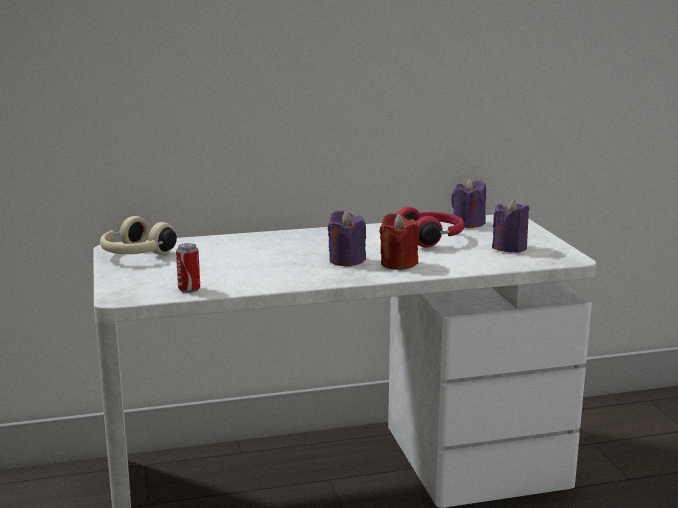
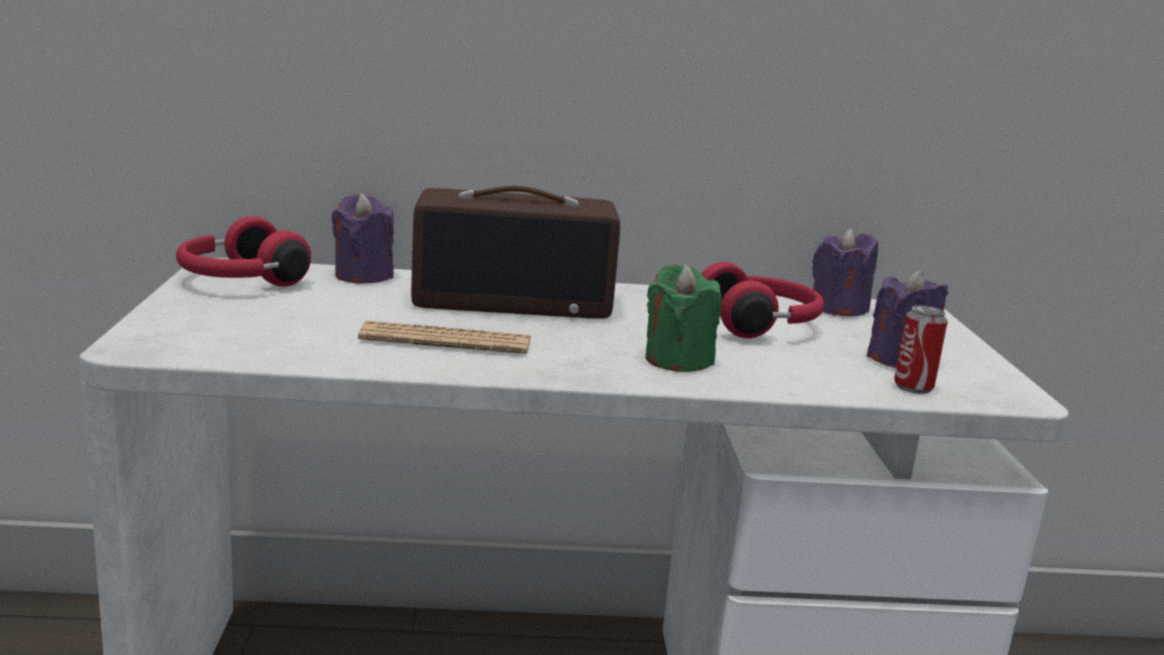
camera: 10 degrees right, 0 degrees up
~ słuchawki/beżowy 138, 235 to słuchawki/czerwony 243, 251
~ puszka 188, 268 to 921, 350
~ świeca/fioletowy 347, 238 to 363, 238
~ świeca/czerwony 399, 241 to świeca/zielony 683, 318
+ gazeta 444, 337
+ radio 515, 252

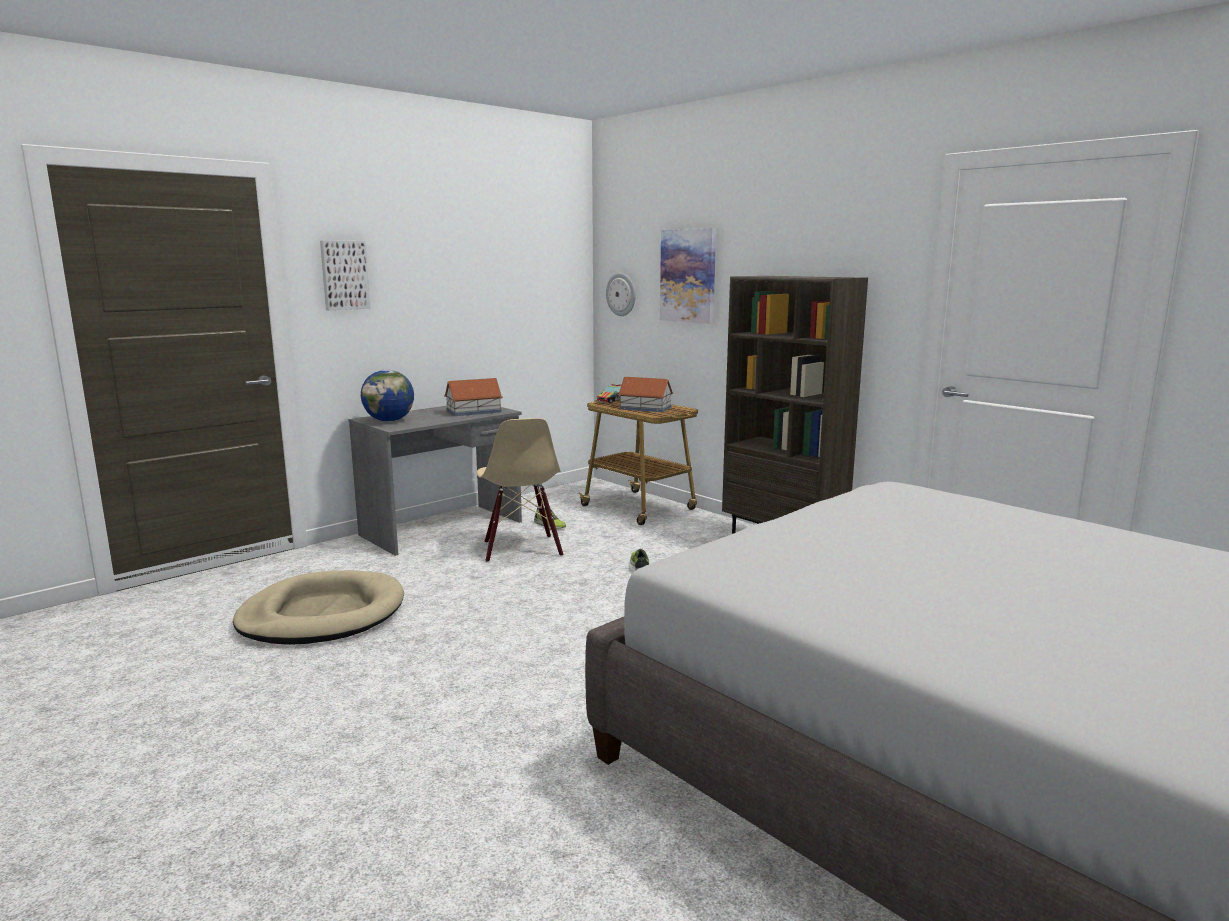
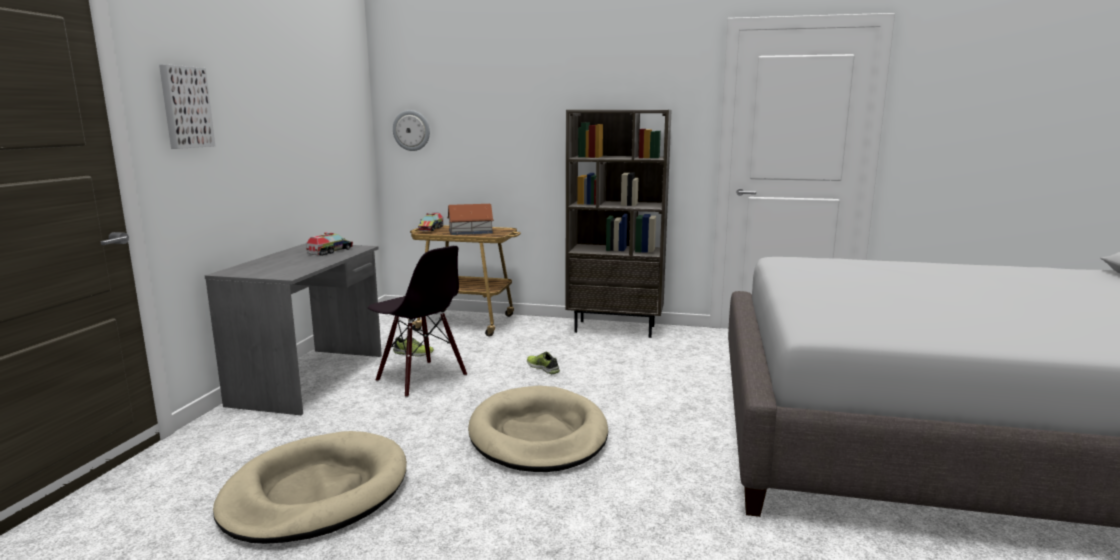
camera: 35 degrees left, 0 degrees up
- globus 387, 396
~ domek 473, 397 to ciężarówka zabawkowa 329, 244
~ krzesło/beżowy 520, 490 to krzesło/czarny 417, 321
- obraz 688, 276
+ legowisko/beżowy 538, 429

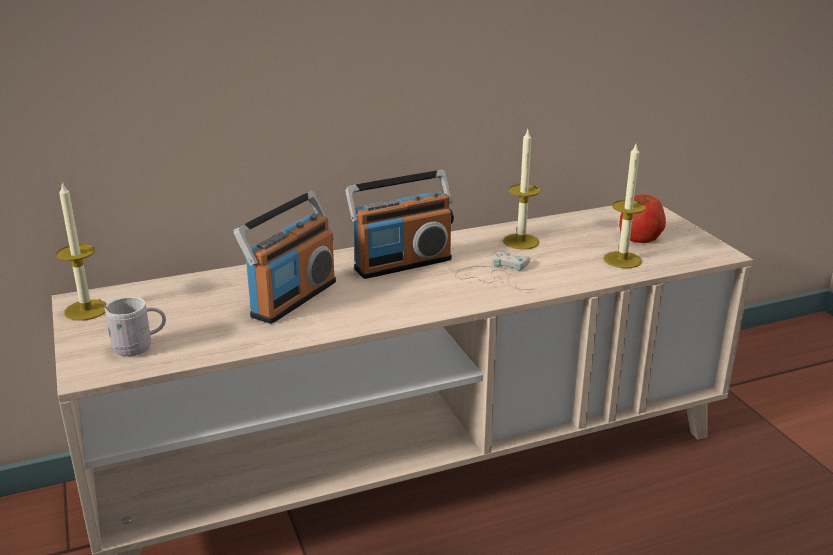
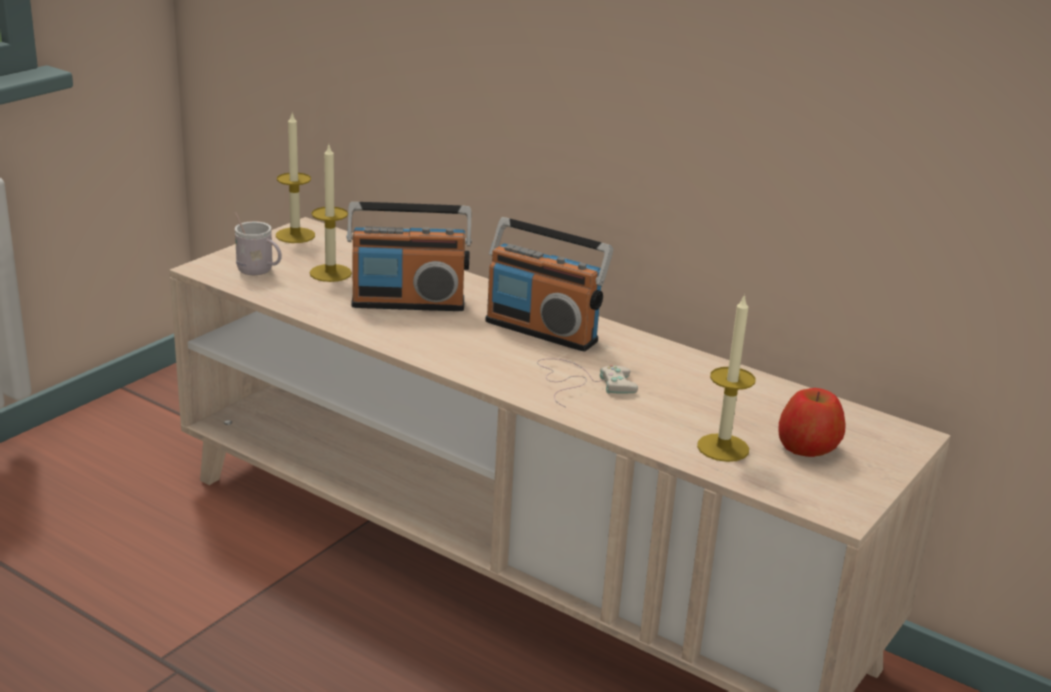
camera: 55 degrees right, 0 degrees up
~ świeca 521, 189 to 331, 213

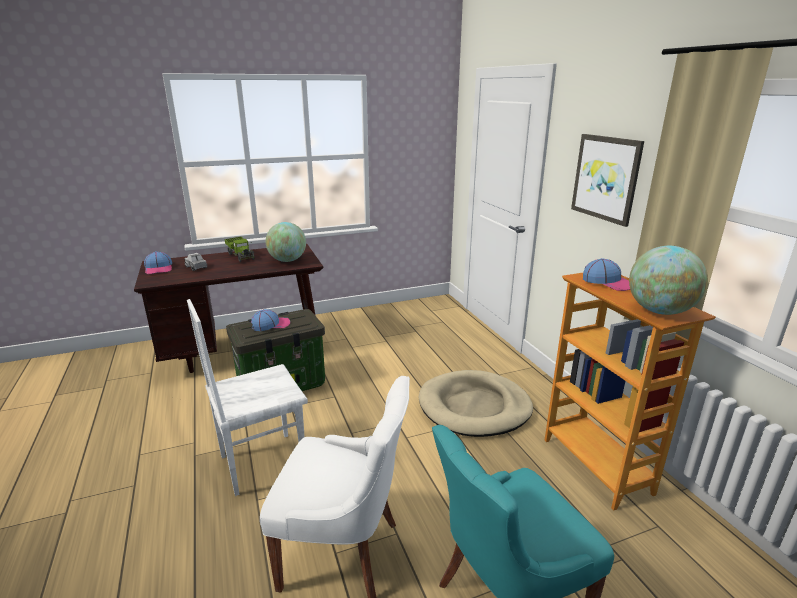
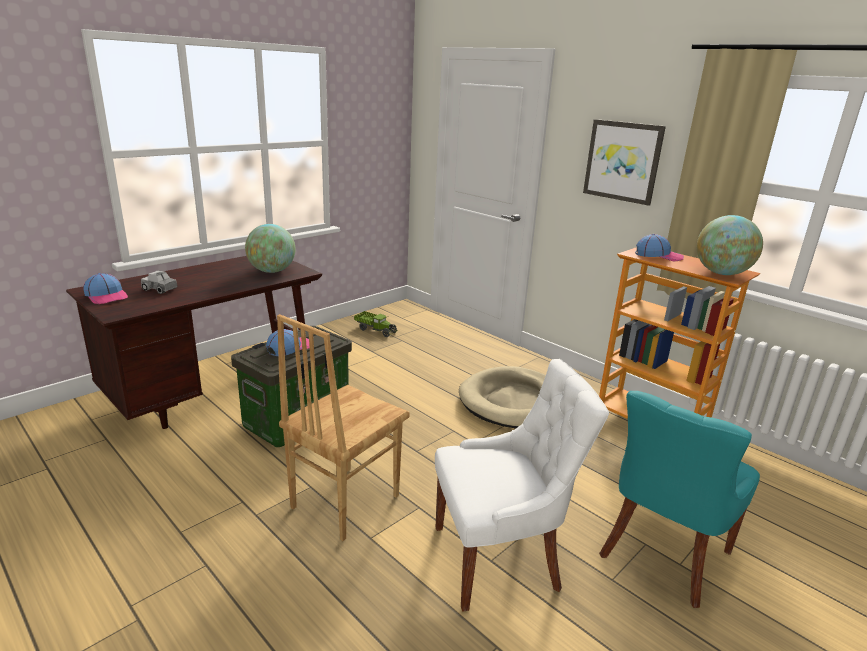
camera: 25 degrees left, 0 degrees up
~ krzesło/biały 247, 397 to krzesło/brązowy 343, 427
~ ciężarówka zabawkowa 240, 249 to 376, 324

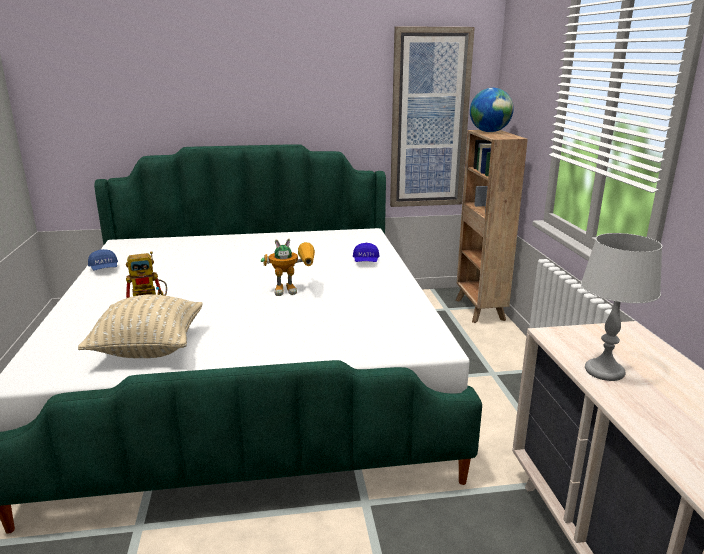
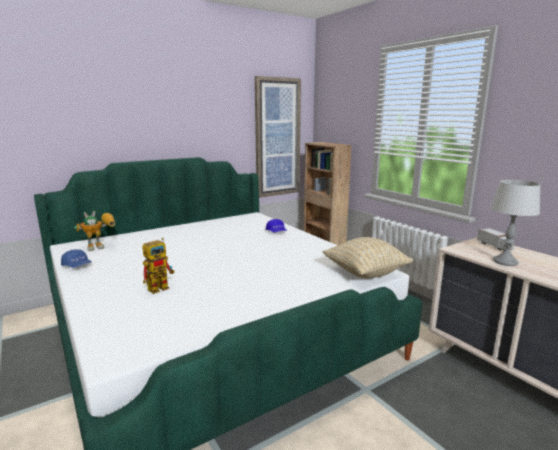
camera: 25 degrees left, 5 degrees down
~ poduszka/beżowy 140, 326 to 367, 257
~ robot zabawkowy 288, 267 to 94, 231
- globus 492, 110
+ ciężarówka zabawkowa 495, 239

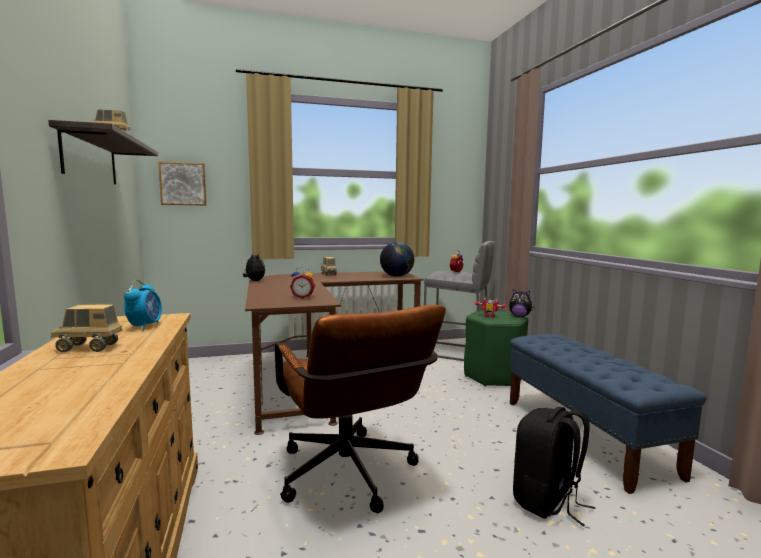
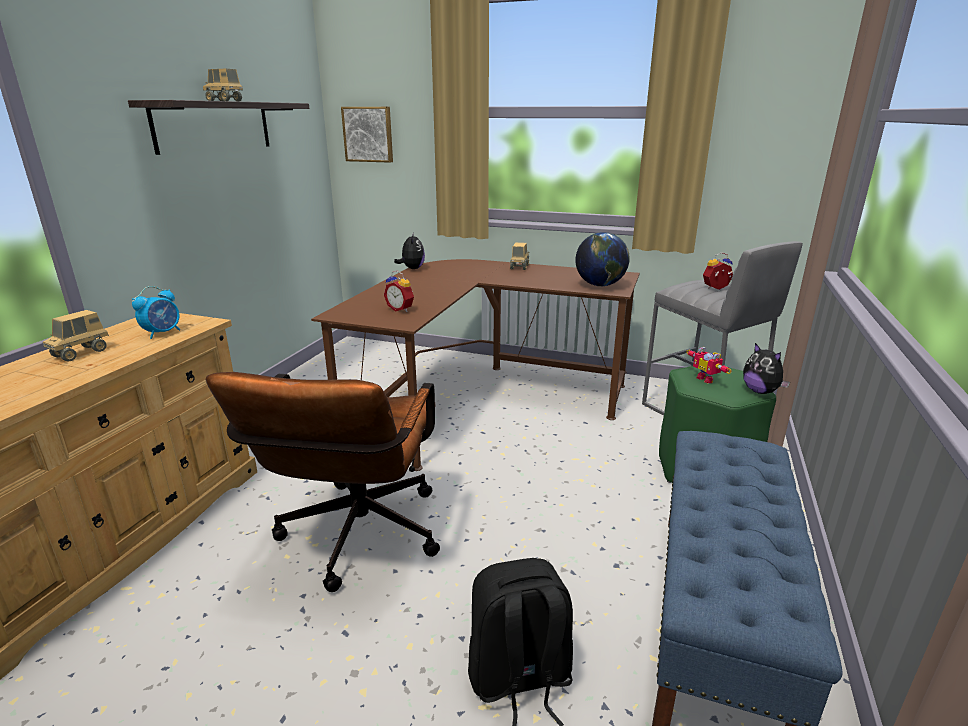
camera: 35 degrees right, 15 degrees up
~ ciężarówka zabawkowa 86, 328 = 76, 335 90 degrees counterclockwise

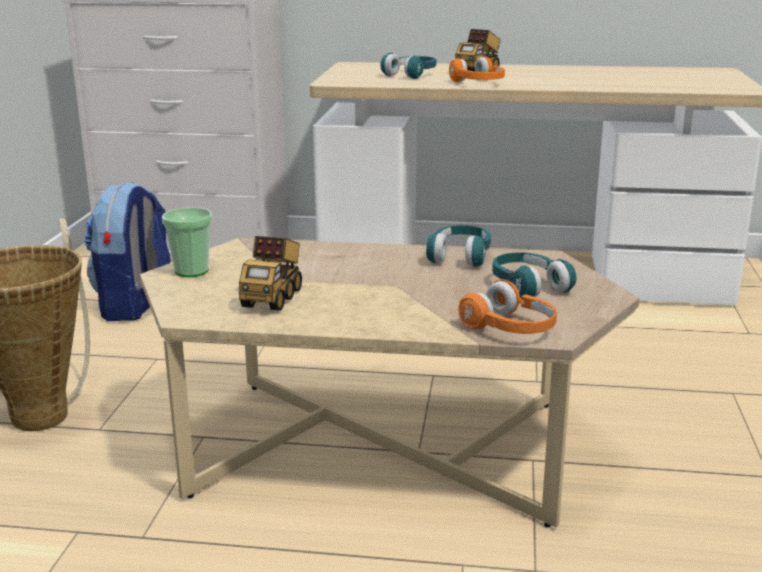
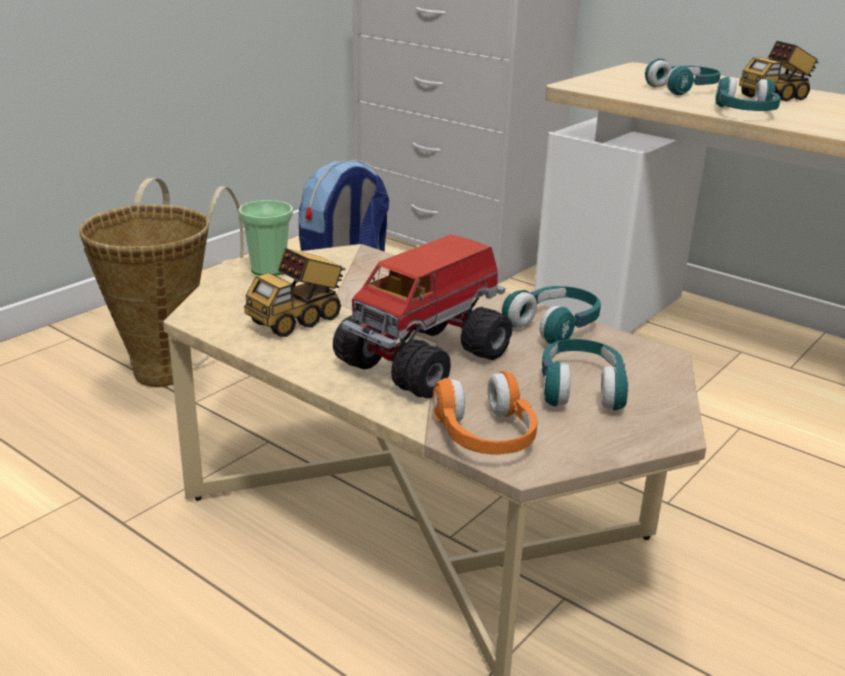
camera: 30 degrees right, 5 degrees up
~ słuchawki/pomarańczowy 477, 69 to słuchawki/turkusowy 748, 94
+ ciężarówka zabawkowa 422, 316

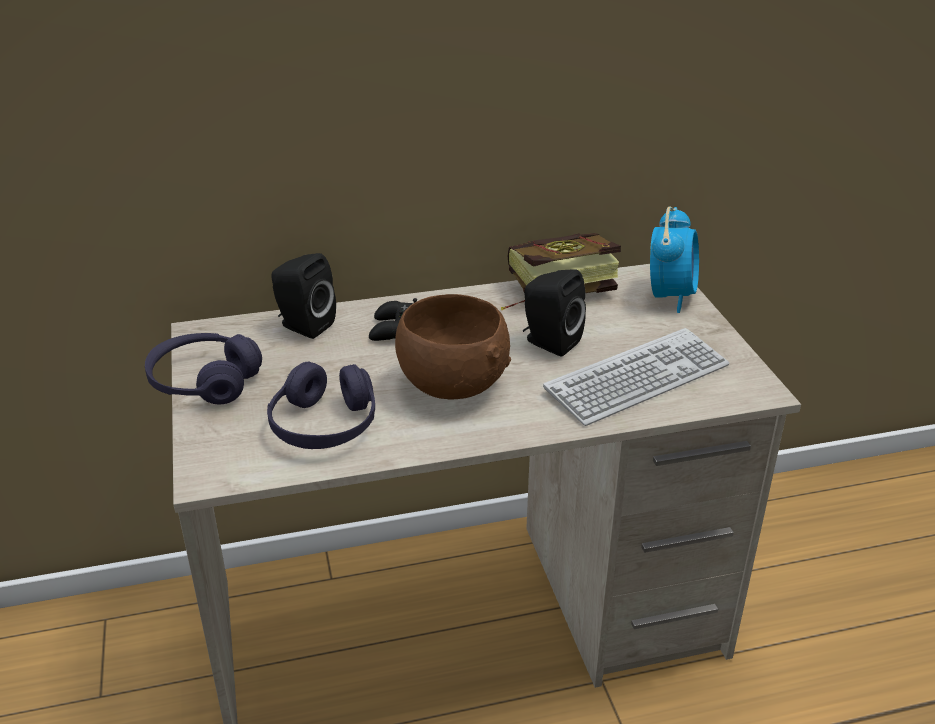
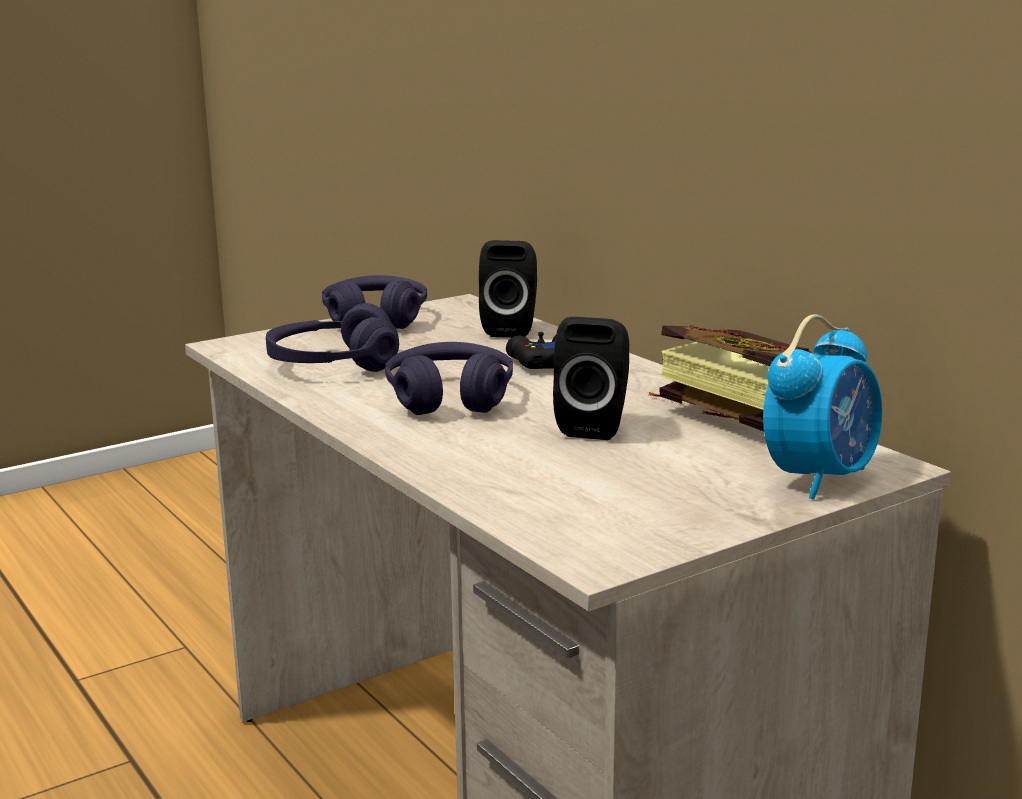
camera: 70 degrees right, 15 degrees down
~ miska/brązowy 453, 346 to słuchawki/fioletowy 449, 378
- klawiatura 636, 377
~ budzik 674, 260 = 822, 406 45 degrees counterclockwise

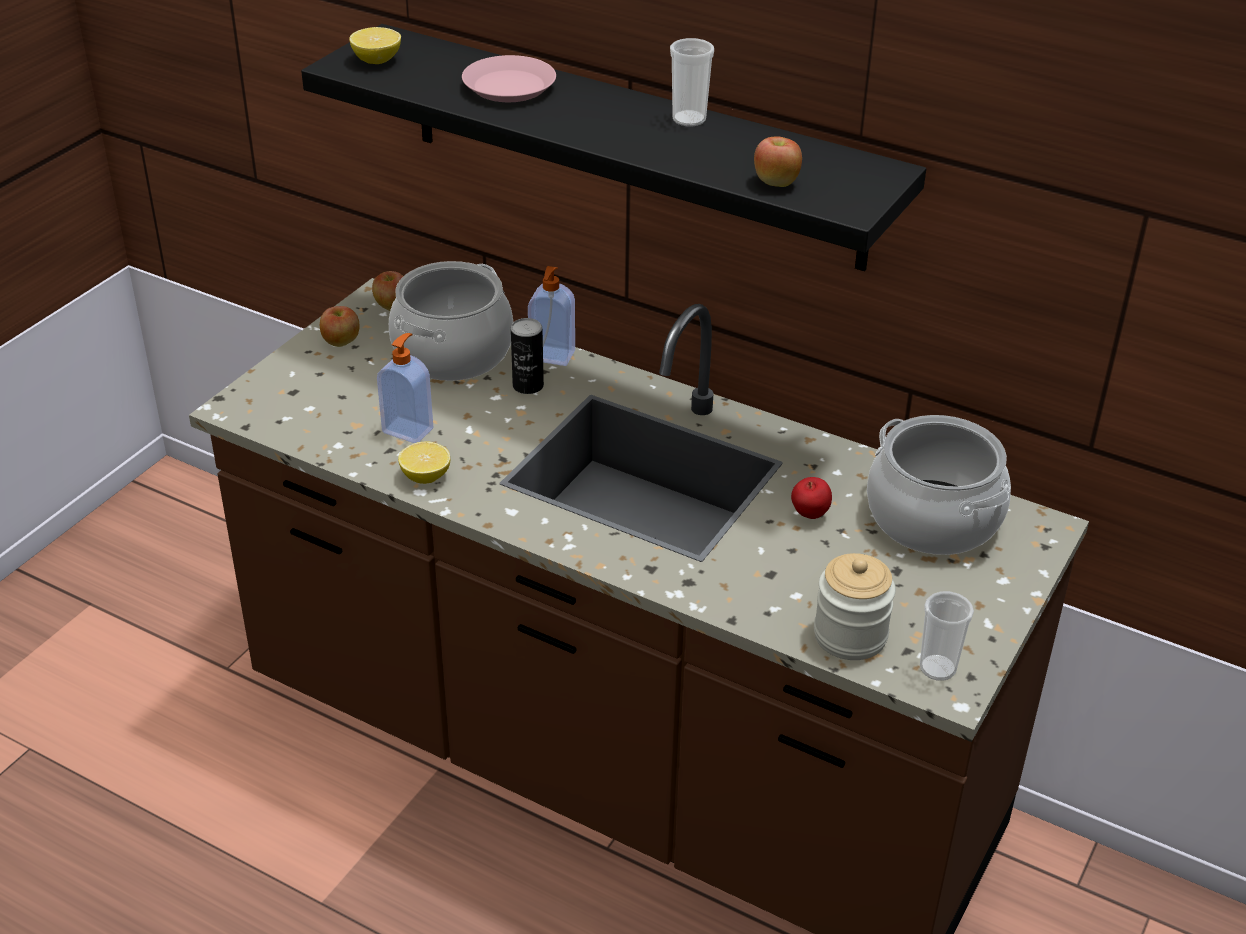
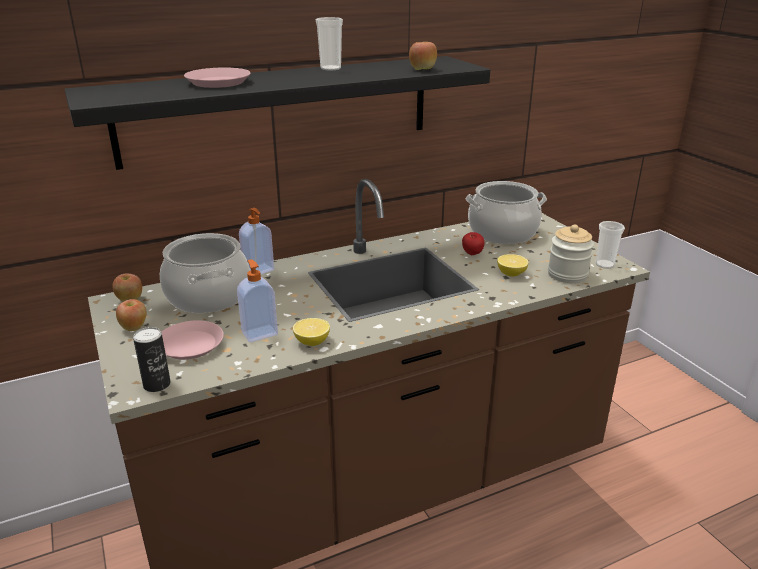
camera: 55 degrees left, 10 degrees down
~ cytryna 375, 45 to 513, 265
~ puszka 527, 356 to 152, 359
+ talerz/różowy 193, 340

